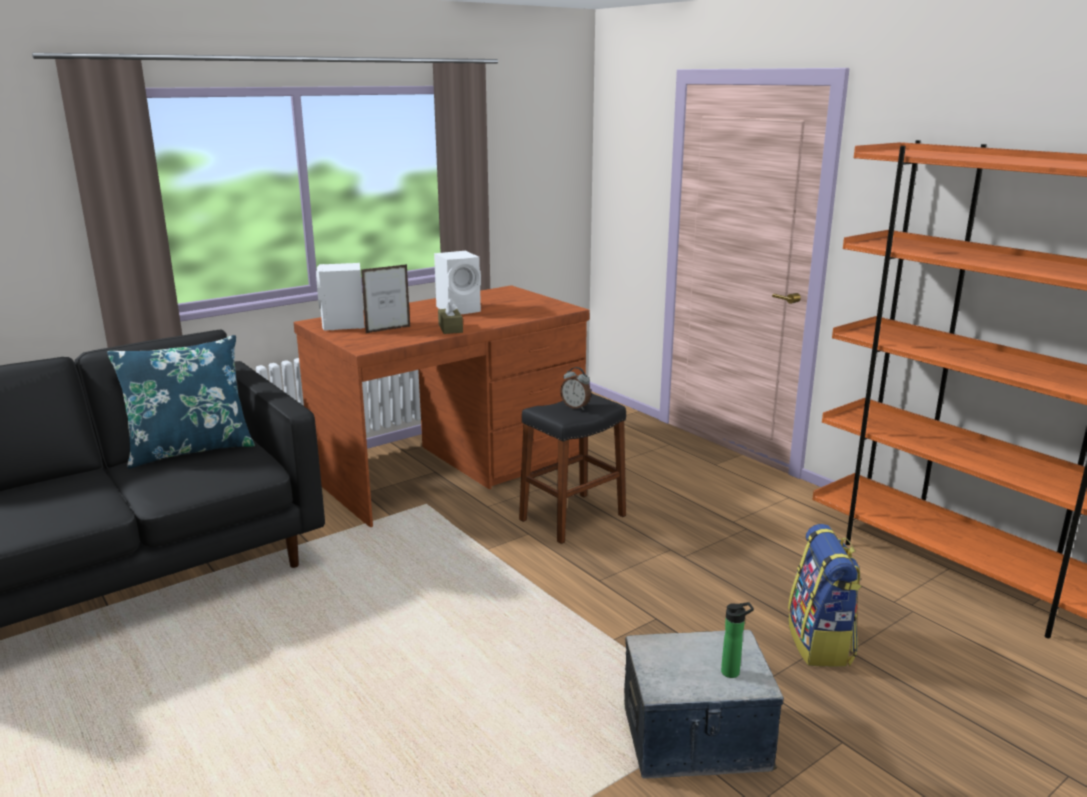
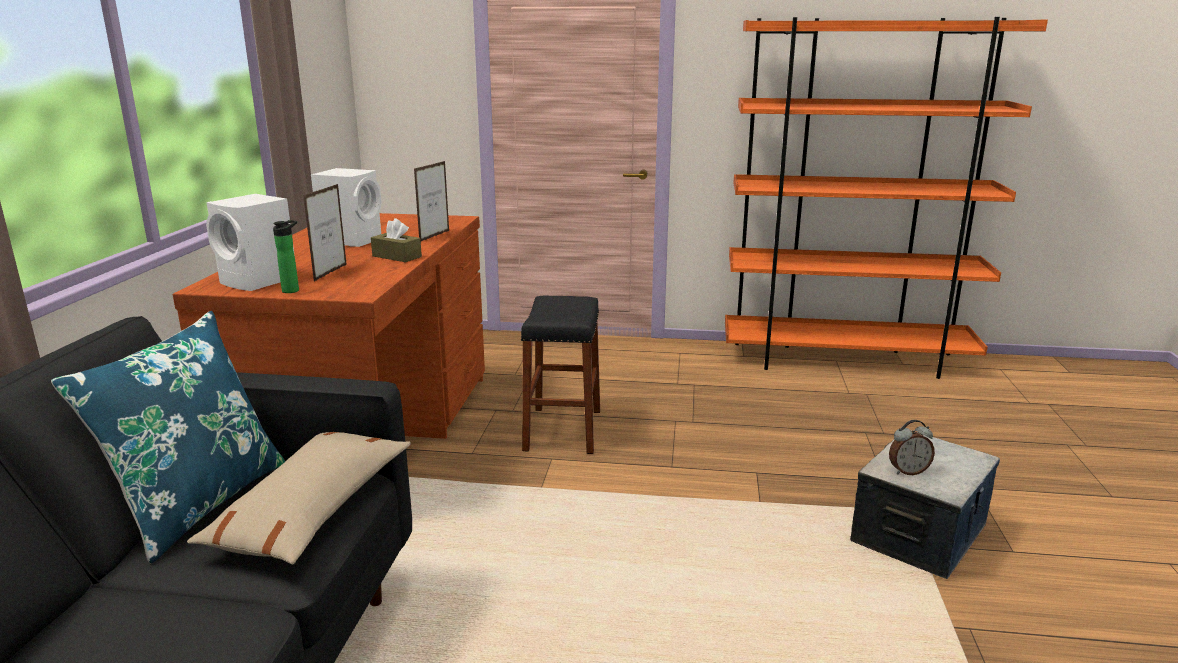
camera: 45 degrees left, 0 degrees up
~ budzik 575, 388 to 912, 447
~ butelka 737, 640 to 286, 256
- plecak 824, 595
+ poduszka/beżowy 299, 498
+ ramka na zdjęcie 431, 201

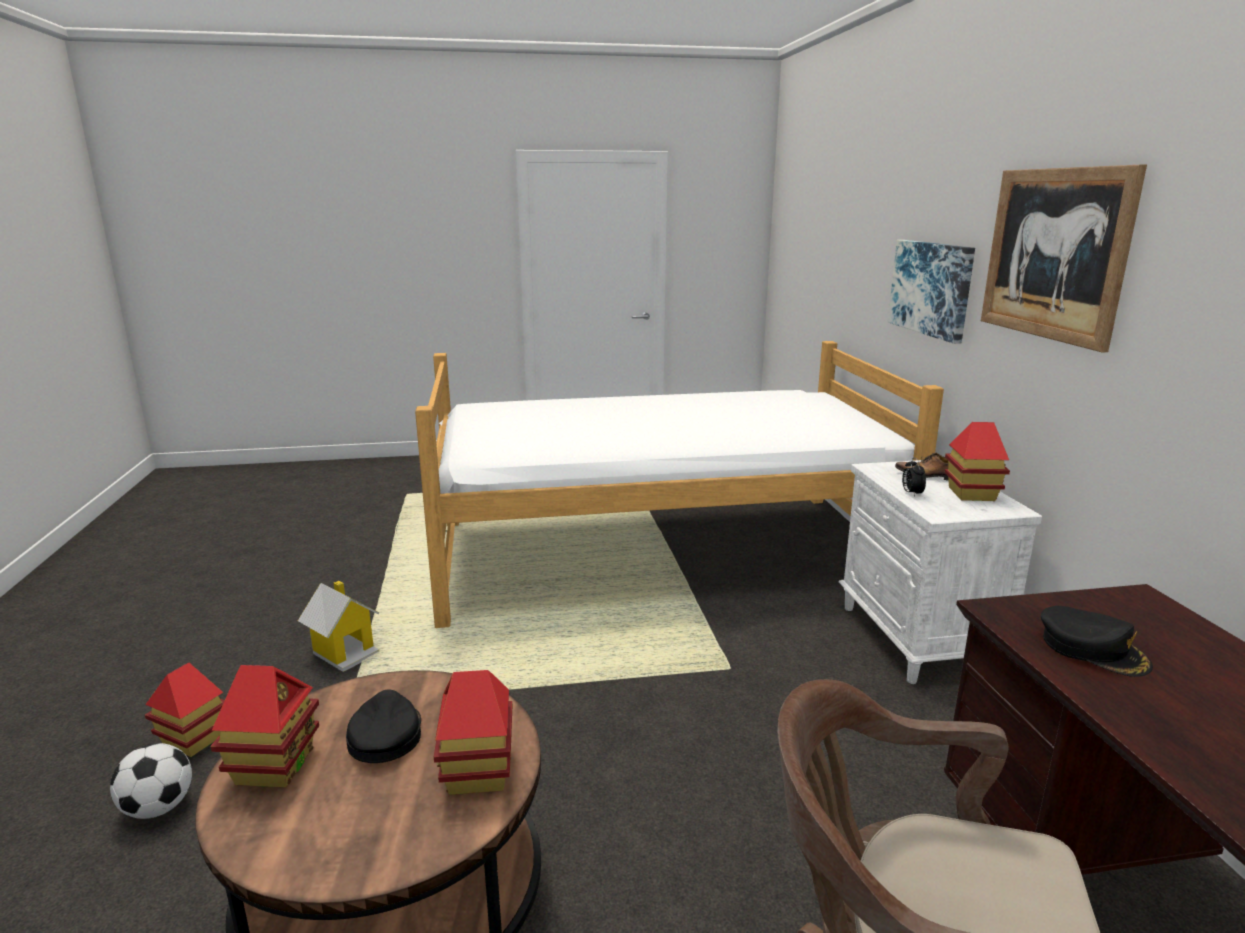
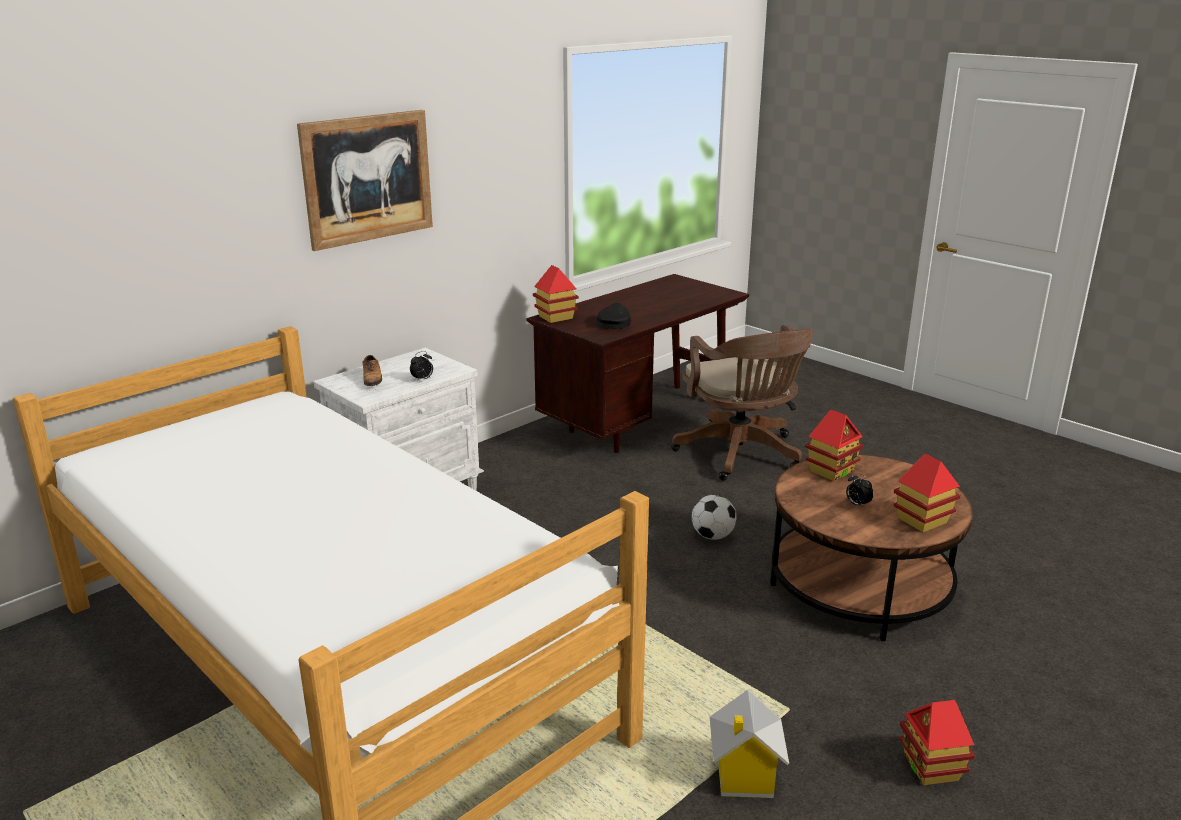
camera: 125 degrees left, 5 degrees up
~ piłka futbolowa 151, 781 to 714, 517
~ czapka z daszkiem/czarny 383, 726 to budzik 860, 491
- obraz 931, 292
~ domek 977, 461 to 556, 294

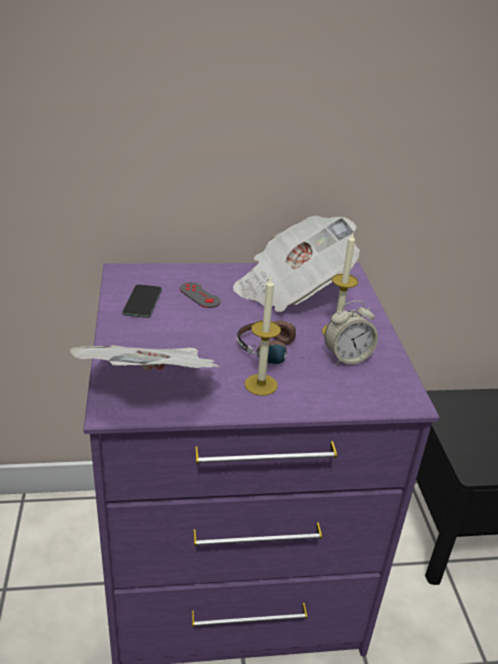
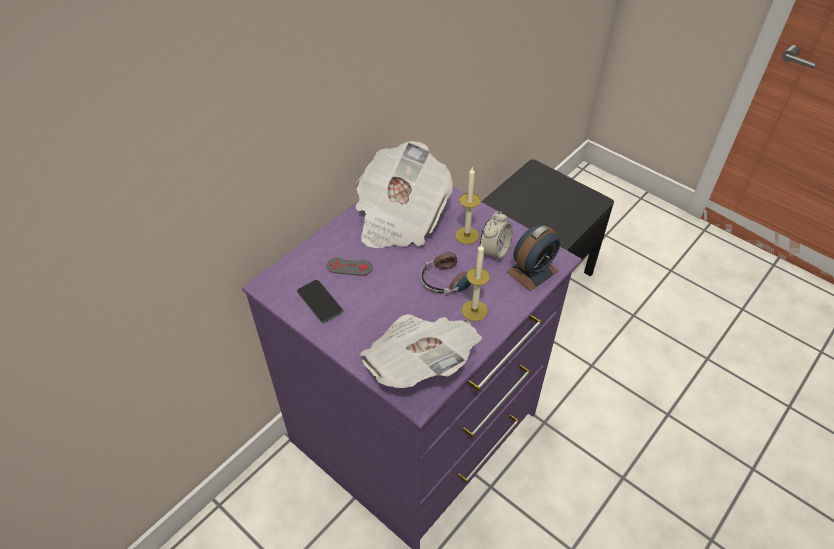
camera: 40 degrees left, 15 degrees up
+ budzik 533, 258

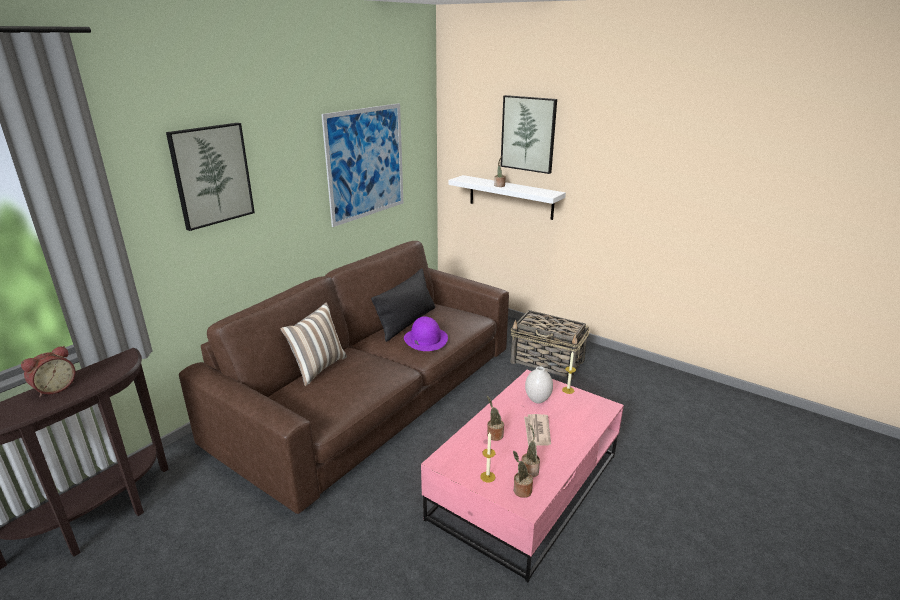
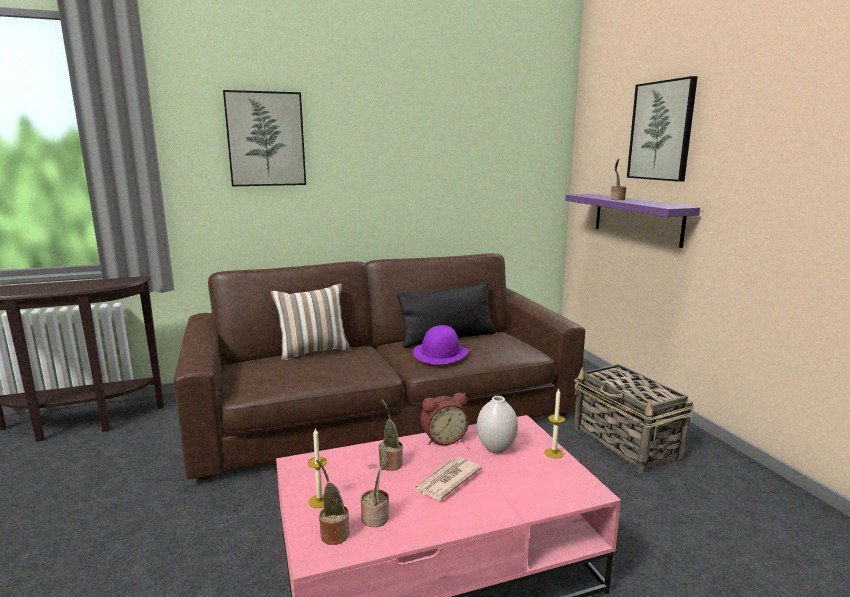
camera: 35 degrees right, 10 degrees down
~ budzik 48, 371 to 444, 419
- obraz 362, 165
~ półka/biały 507, 197 to półka/fioletowy 632, 221

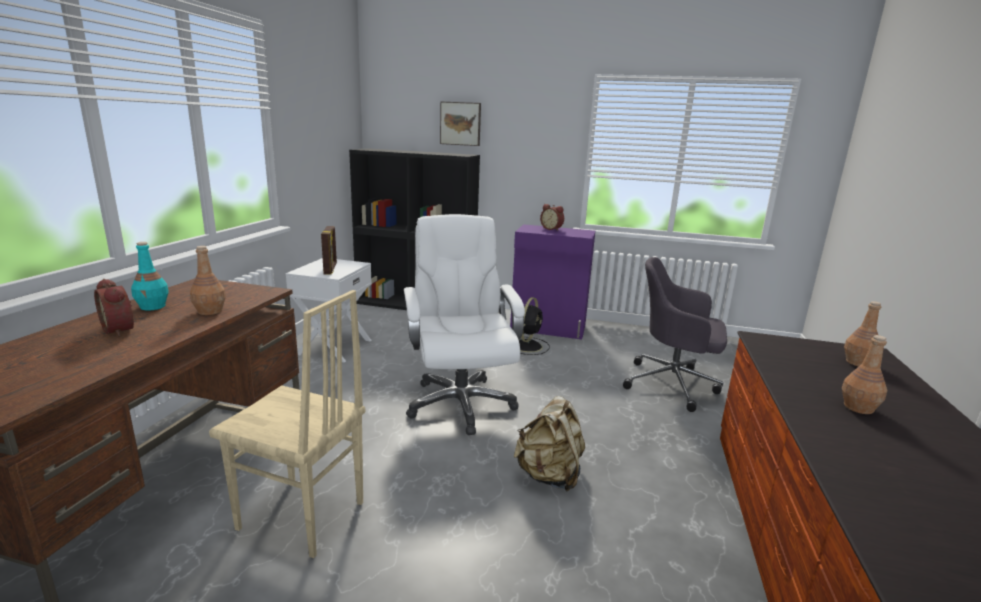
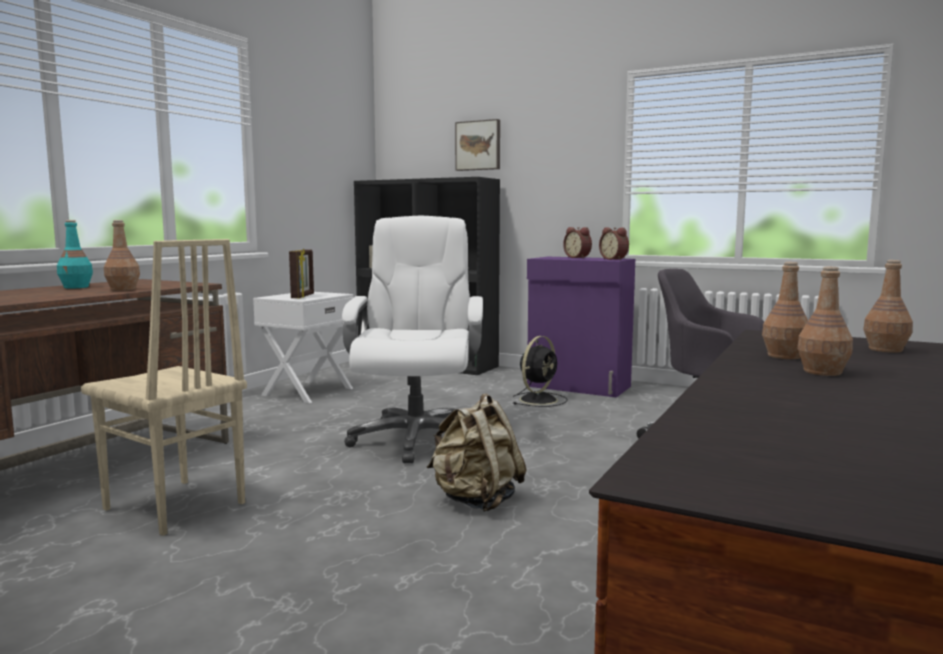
camera: 15 degrees right, 10 degrees down
~ budzik 114, 307 to 614, 243
+ butelka/brązowy 785, 310

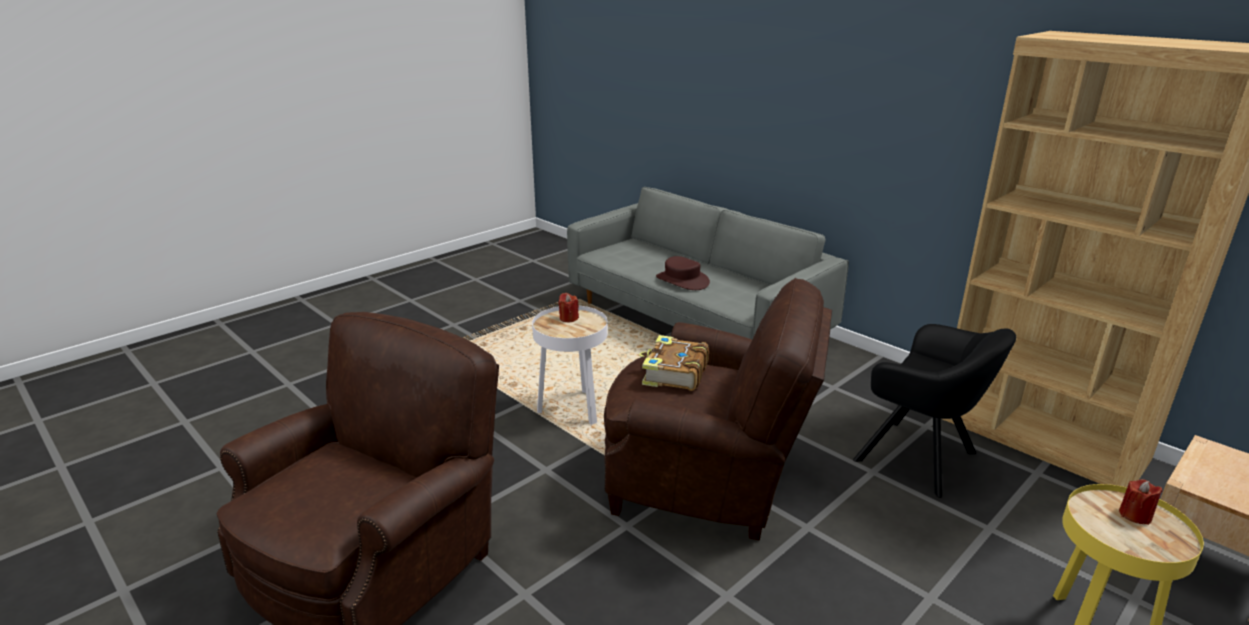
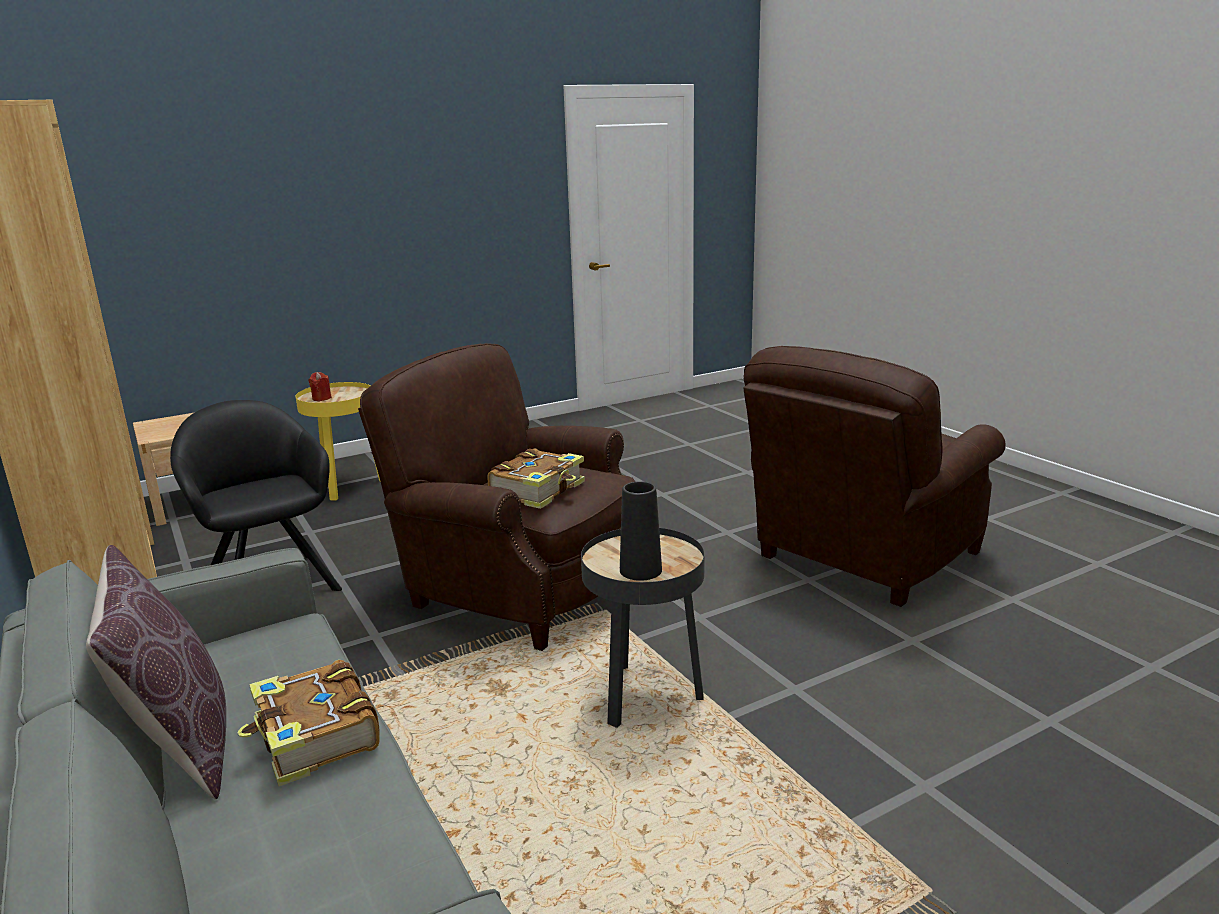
camera: 165 degrees left, 5 degrees down
~ stolik/biały 570, 365 to stolik/czarny 643, 628
~ świeca/czerwony 568, 307 to wazon/czarny 641, 531
~ kapelusz/brązowy 683, 273 to książka 309, 723
+ poduszka/brązowy 156, 672

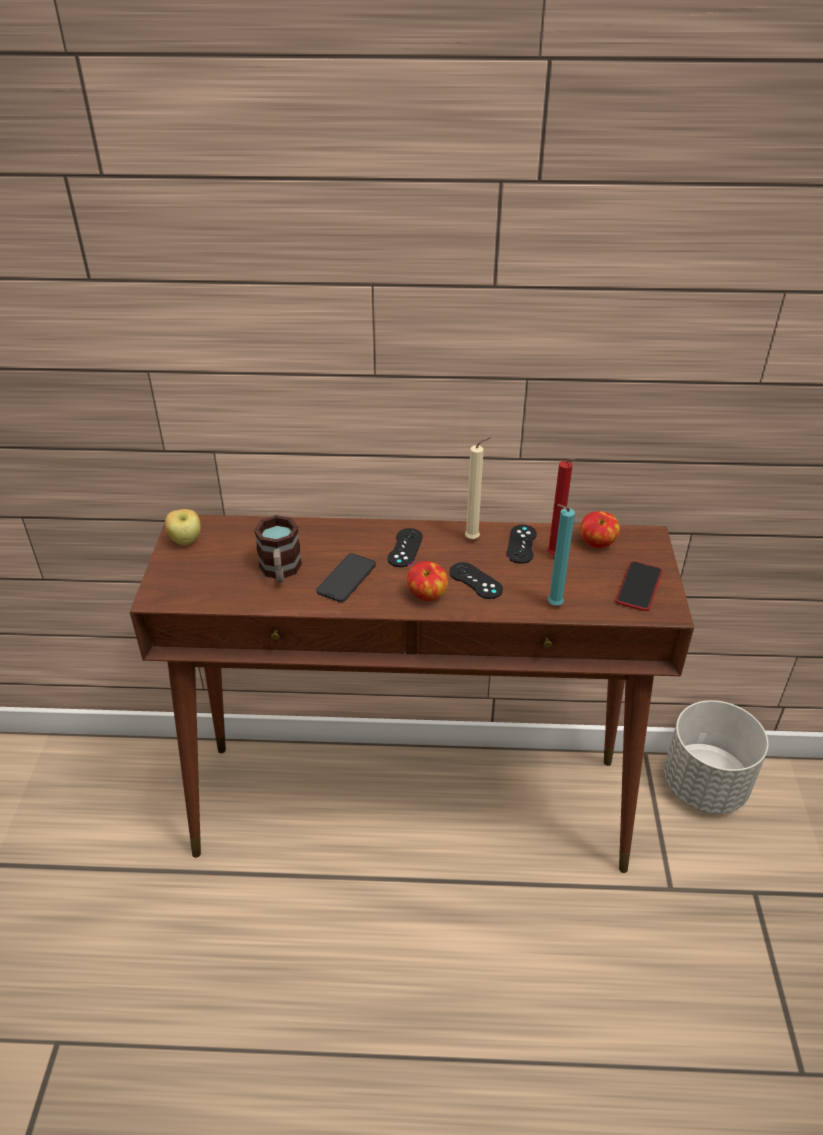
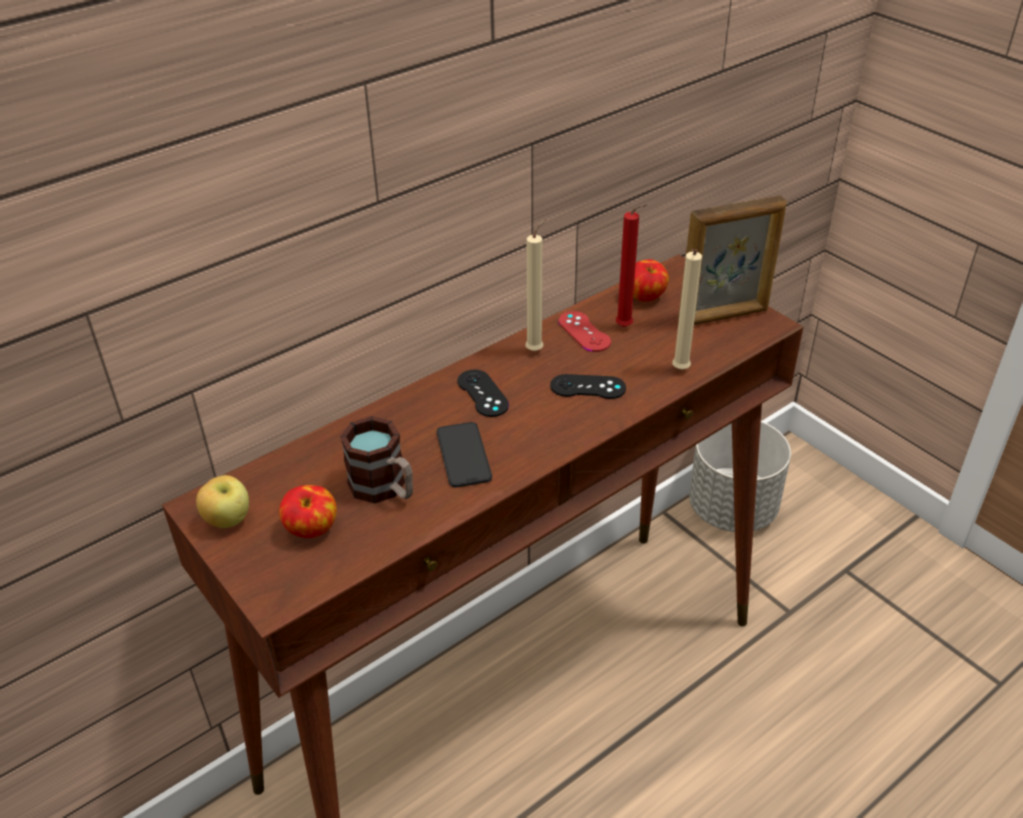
camera: 40 degrees left, 0 degrees up
~ jabłko 427, 581 to 308, 511
~ pad do gier/czarny 522, 544 to pad do gier/czerwony 584, 331
~ świeca/turkusowy 561, 554 to świeca/beżowy 687, 309
~ telefon 639, 586 to ramka na zdjęcie 732, 260

